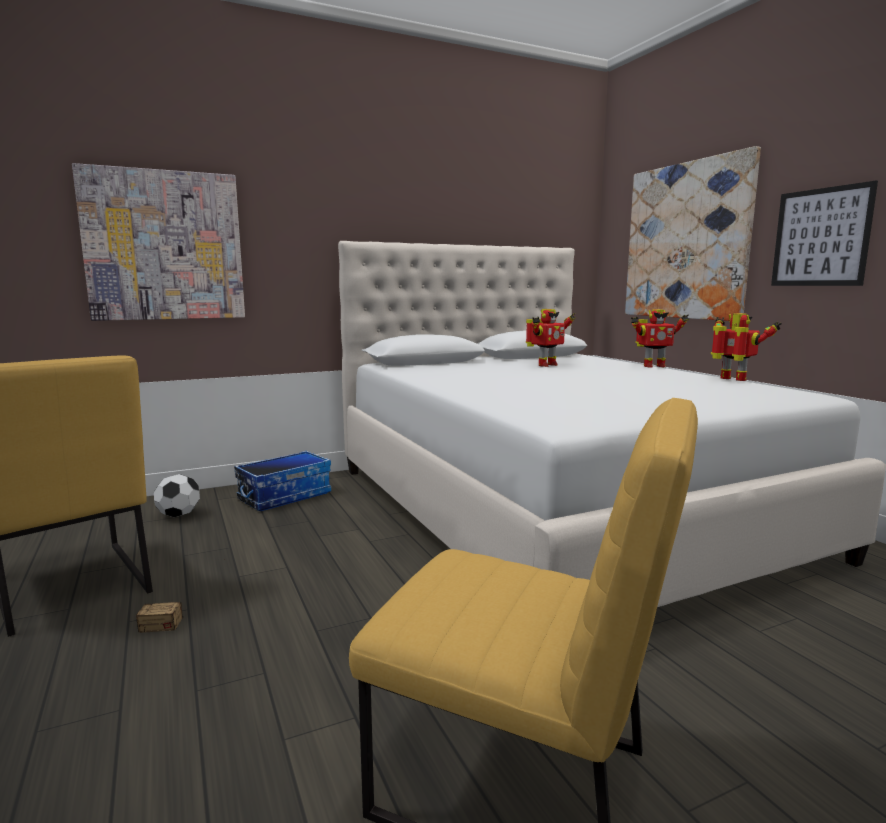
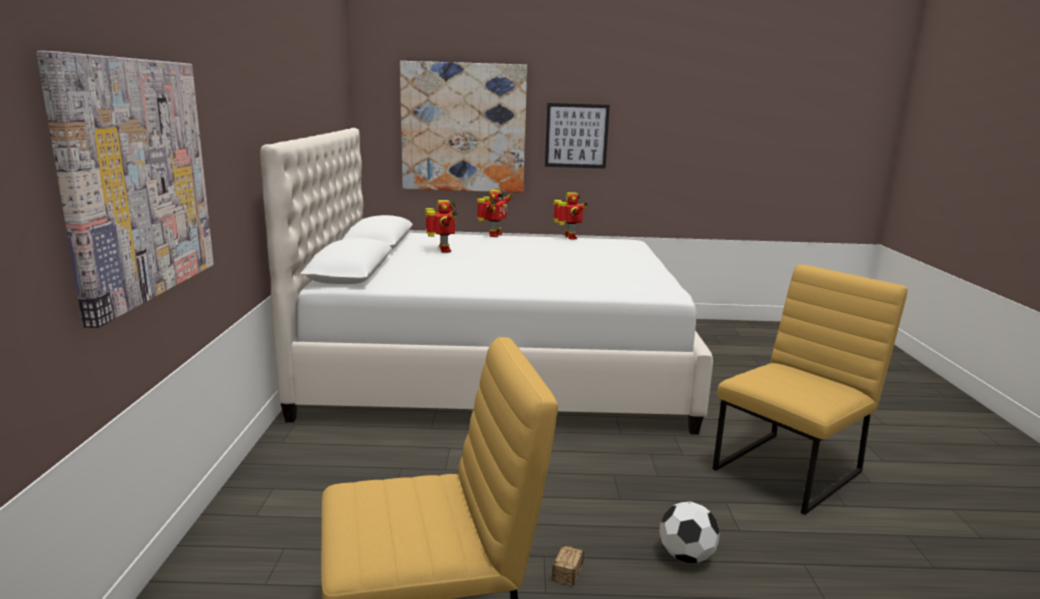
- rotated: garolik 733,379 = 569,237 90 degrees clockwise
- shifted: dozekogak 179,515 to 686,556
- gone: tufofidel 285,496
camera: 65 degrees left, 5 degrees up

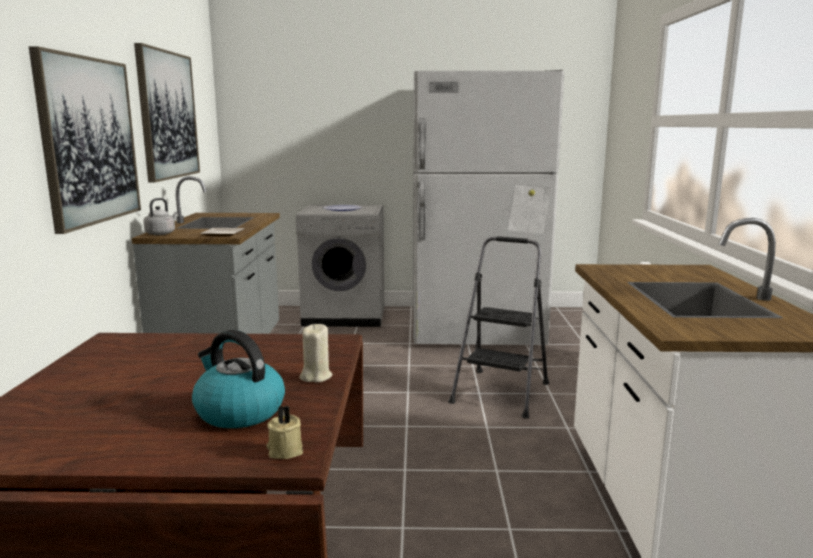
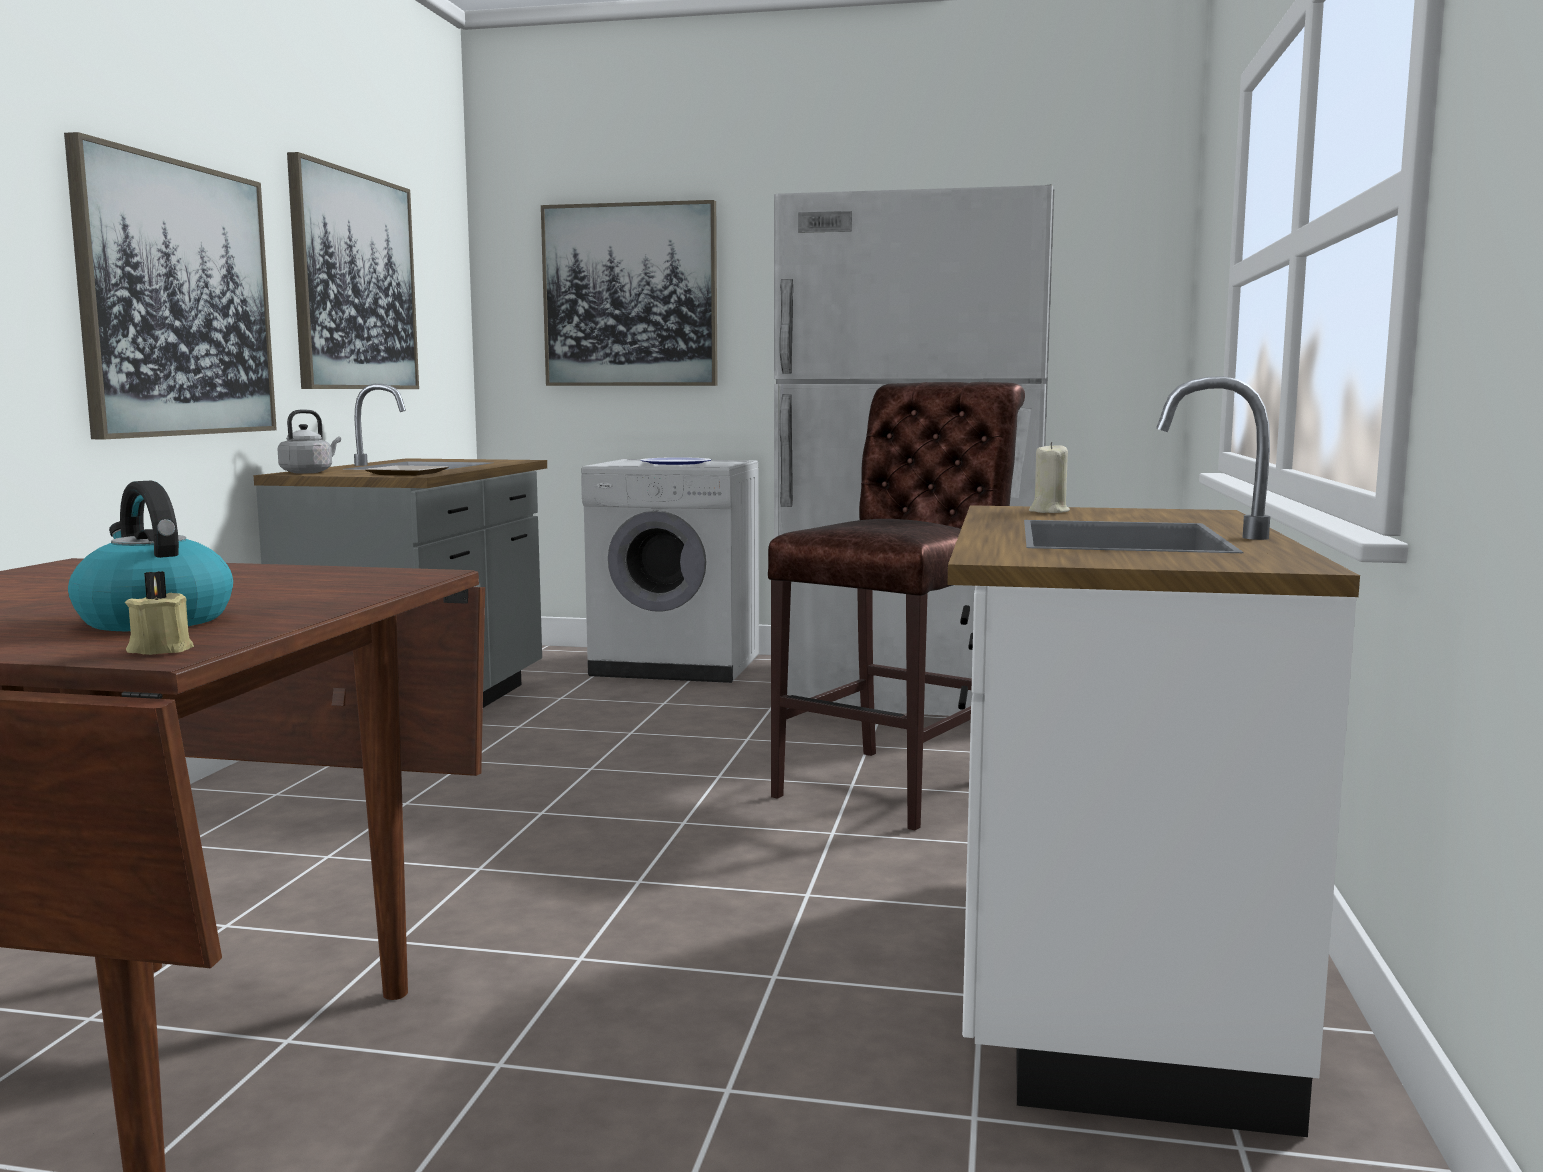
- new: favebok 630,295
- swapped: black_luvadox 501,391 to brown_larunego 898,784
- shifted: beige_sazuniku 316,376 to 1048,511
camera: 10 degrees right, 5 degrees down

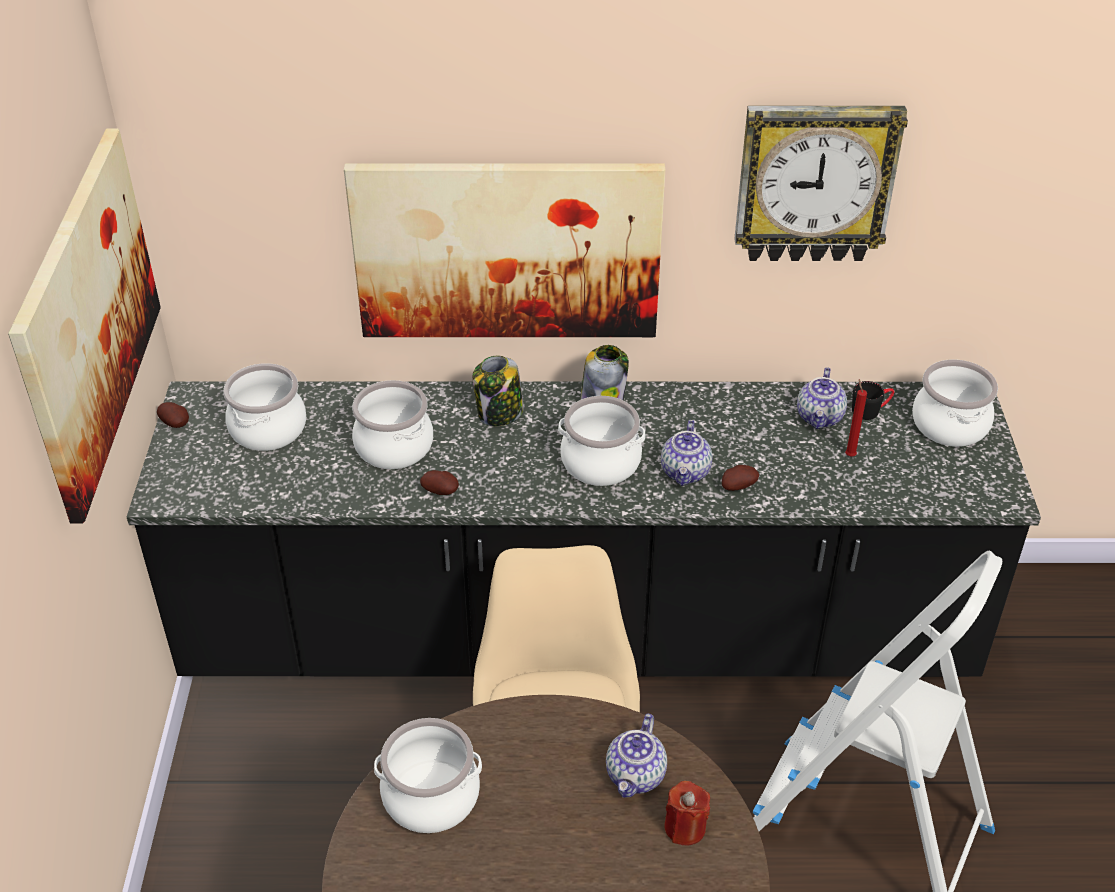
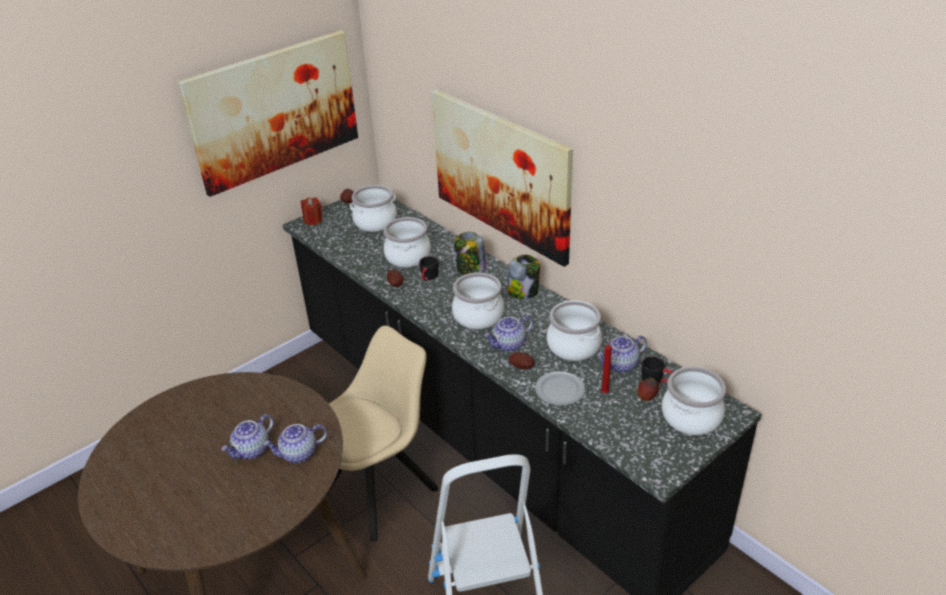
- new: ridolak 252,450
- shifted: red_sazuniku 685,827 to 313,220
- new: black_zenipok 428,278
- new: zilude 559,390
- shifted: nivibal 431,797 to 573,346
- new: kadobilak 647,398
- gone: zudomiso 815,182
camera: 50 degrees right, 5 degrees down

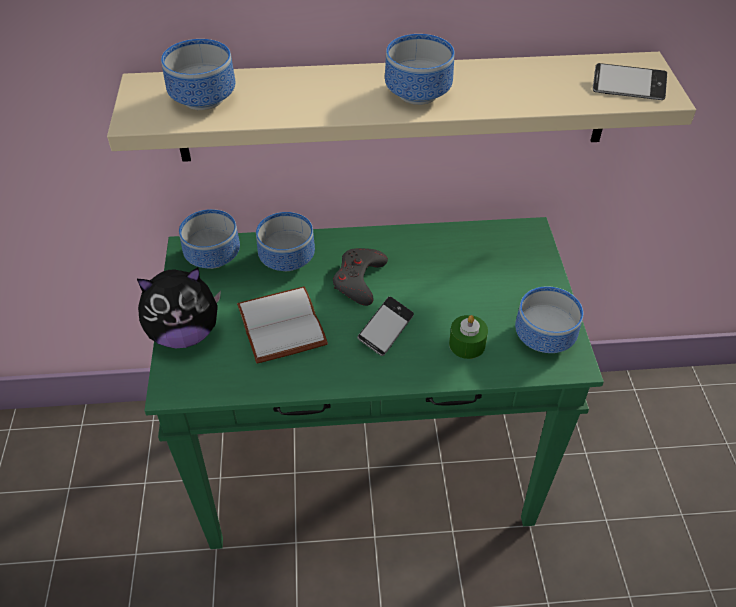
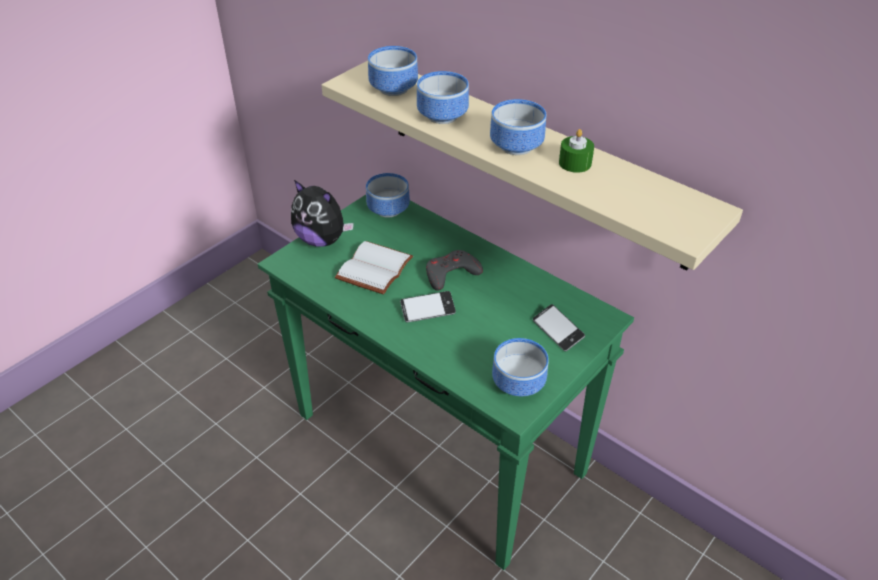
- shifted: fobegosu 289,258 to 445,116
- shifted: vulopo 628,87 to 557,331
- shifted: green_sazuniku 467,344 to 575,163
camera: 45 degrees right, 5 degrees down

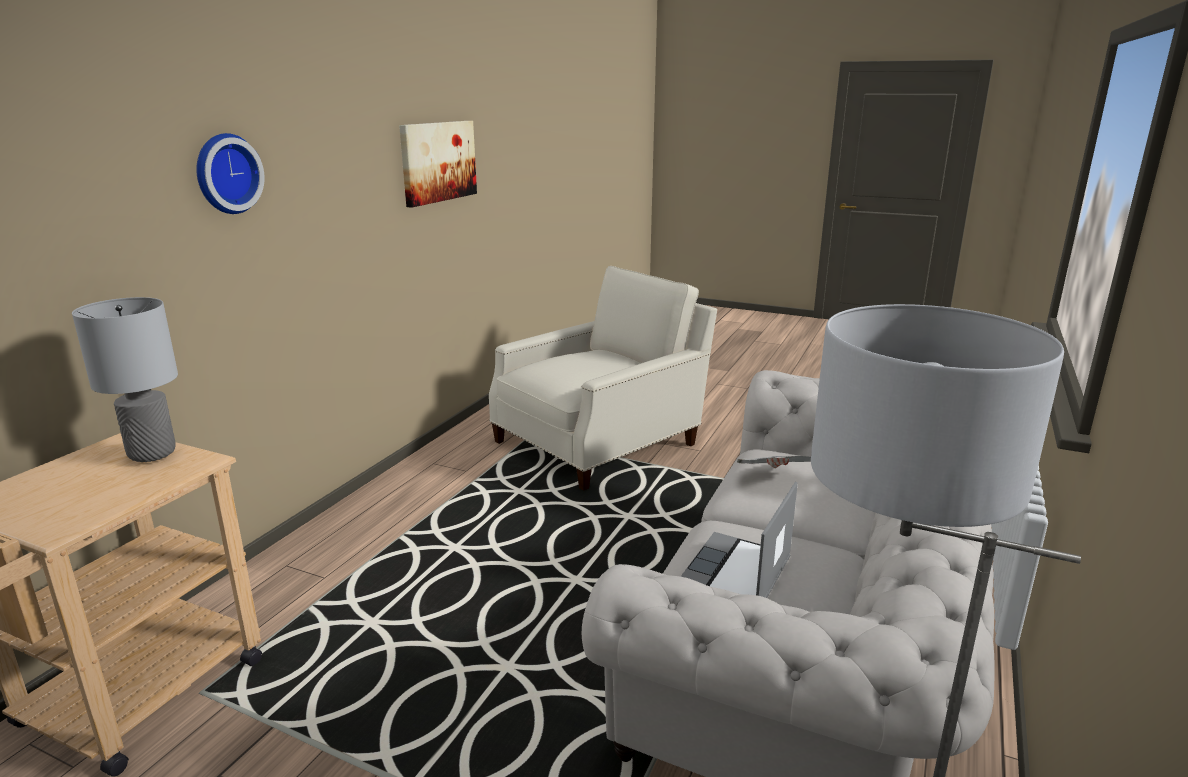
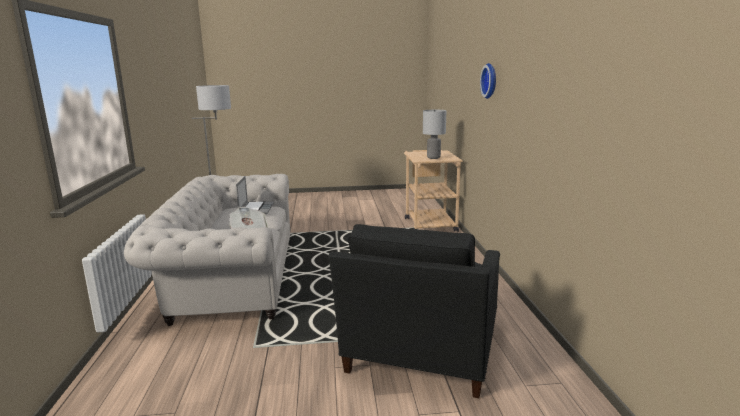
- repainted: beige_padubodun 599,441 to black_padubodun 422,349
- gone: favebok 438,161
camera: 150 degrees right, 5 degrees down

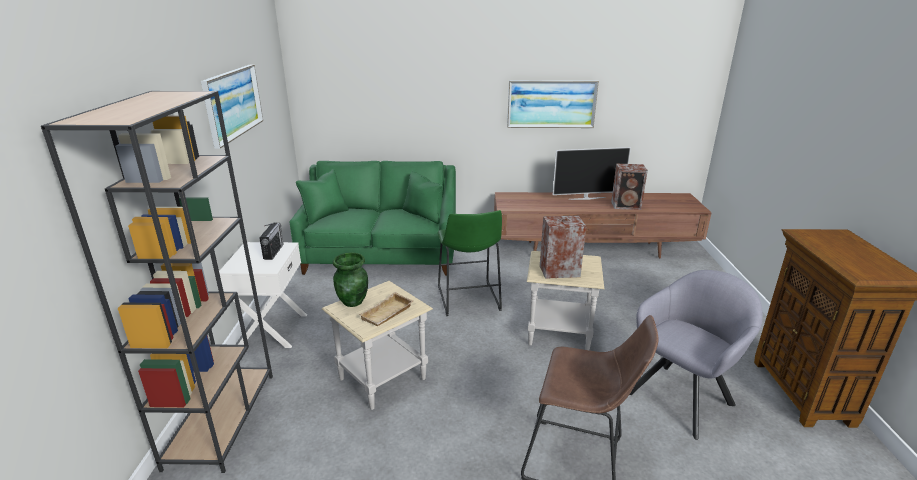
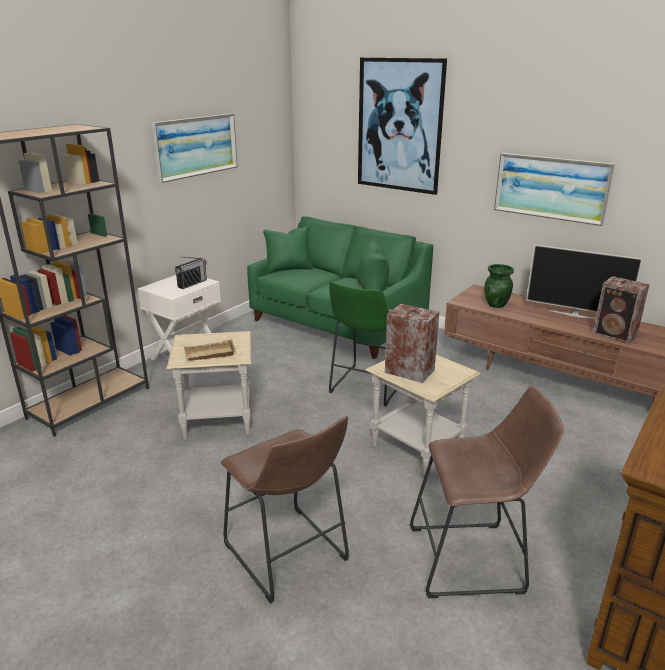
- new: favebok 399,126
- swapped: grey_padubodun 683,396 to brown_larunego 472,560
- shifted: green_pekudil 353,301 to 496,305
camera: 35 degrees right, 0 degrees up

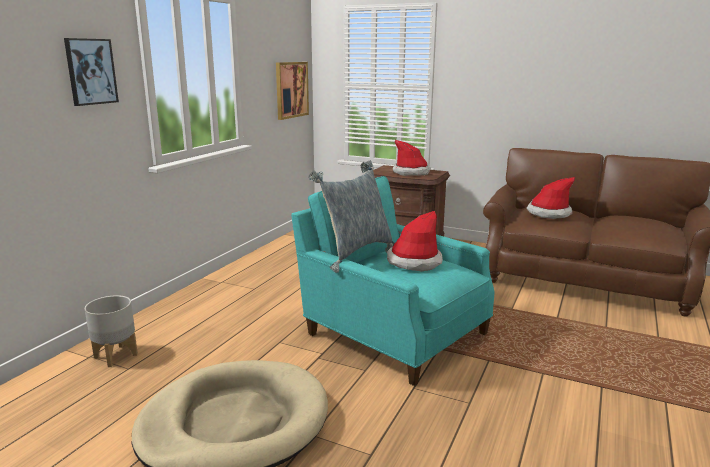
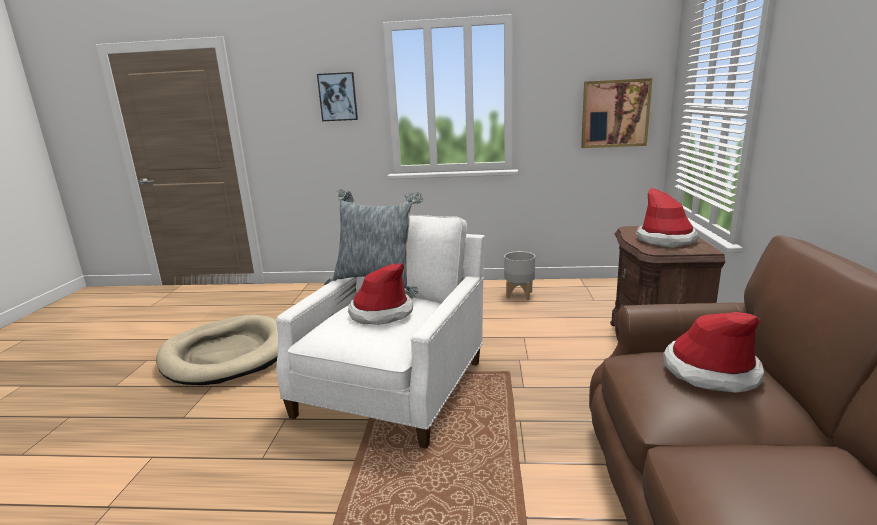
- repainted: turquoise_padubodun 393,331 to white_padubodun 394,384
- shifted: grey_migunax 115,355 to 519,295
camera: 70 degrees right, 0 degrees up

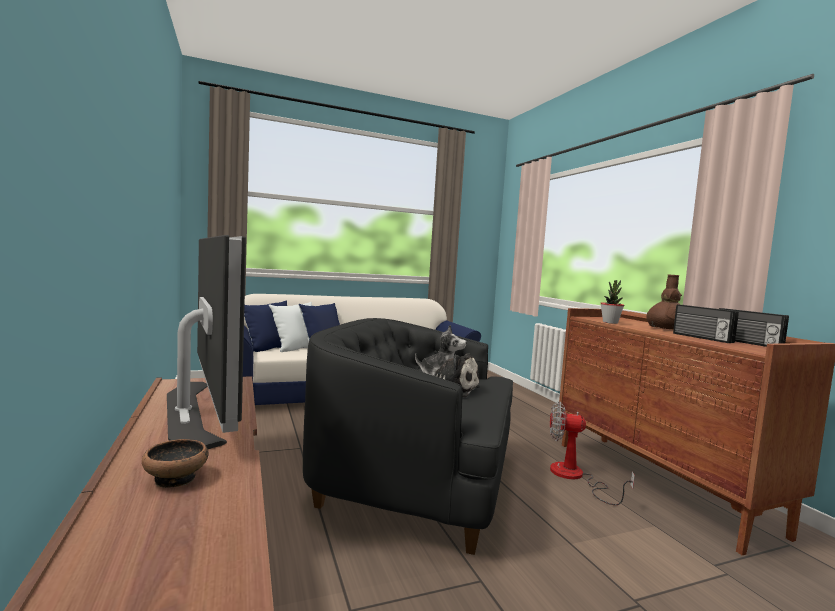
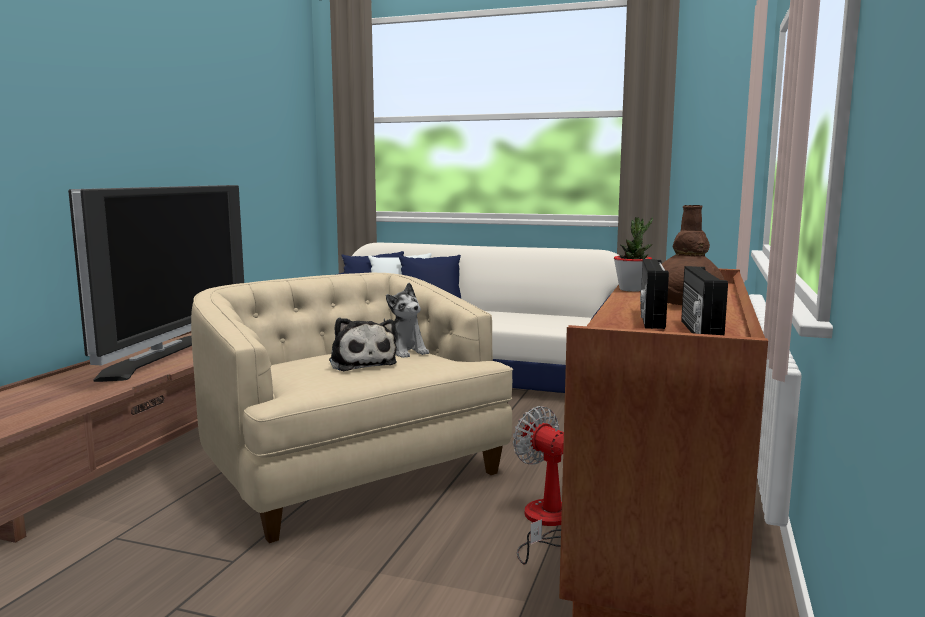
- repainted: black_padubodun 414,480 to beige_padubodun 350,471
- gone: fobegosu 176,478
camera: 40 degrees right, 5 degrees up

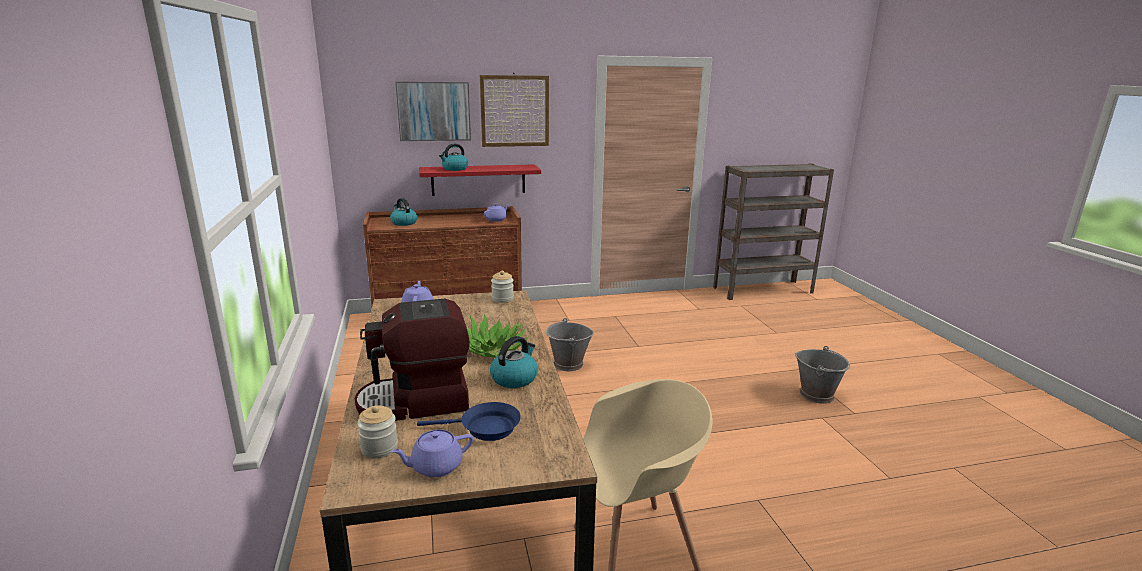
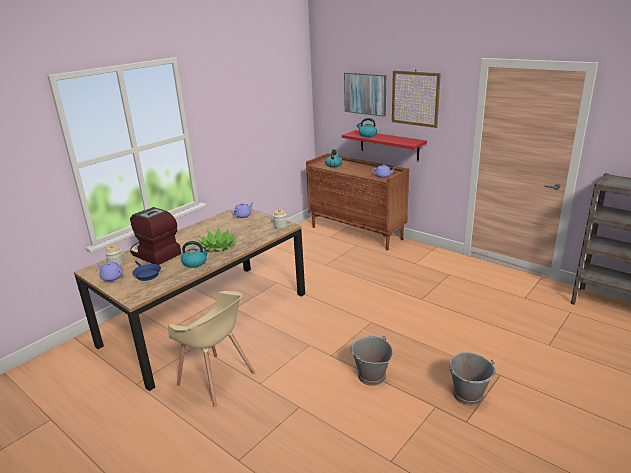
- shifted: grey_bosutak 568,364 to 371,376
camera: 55 degrees right, 5 degrees up

